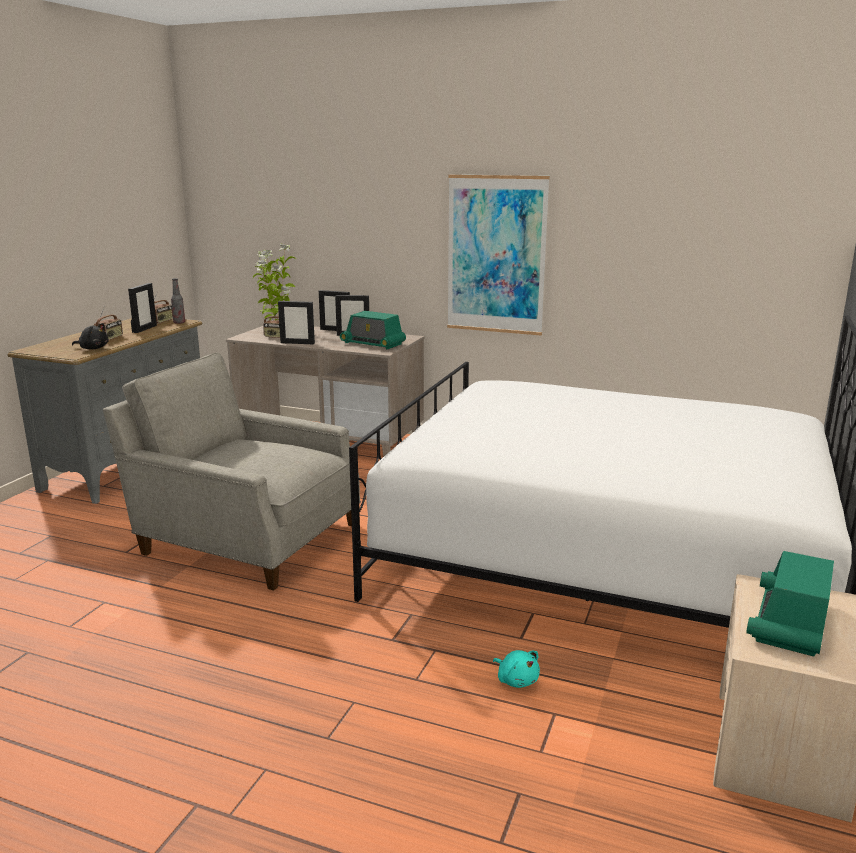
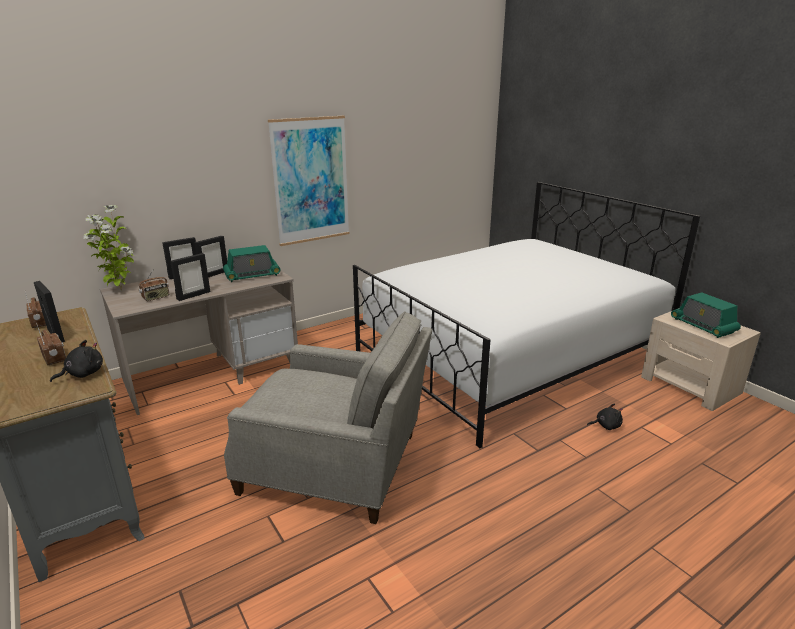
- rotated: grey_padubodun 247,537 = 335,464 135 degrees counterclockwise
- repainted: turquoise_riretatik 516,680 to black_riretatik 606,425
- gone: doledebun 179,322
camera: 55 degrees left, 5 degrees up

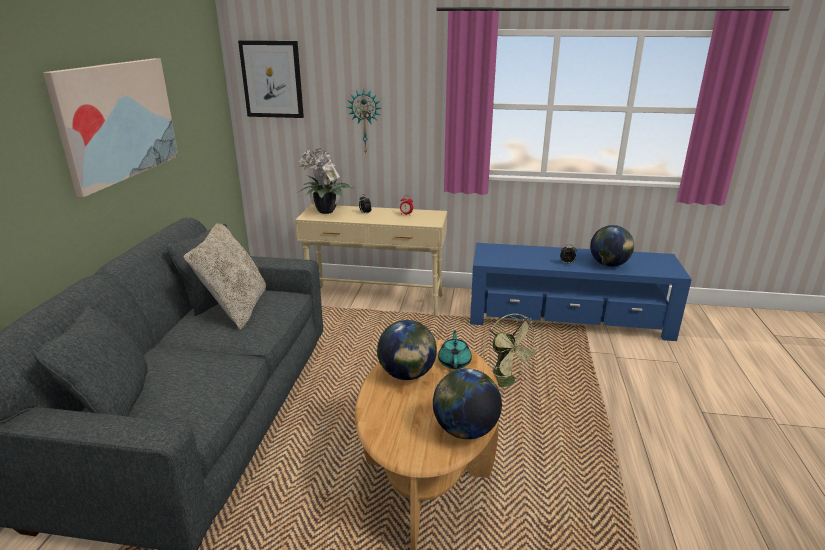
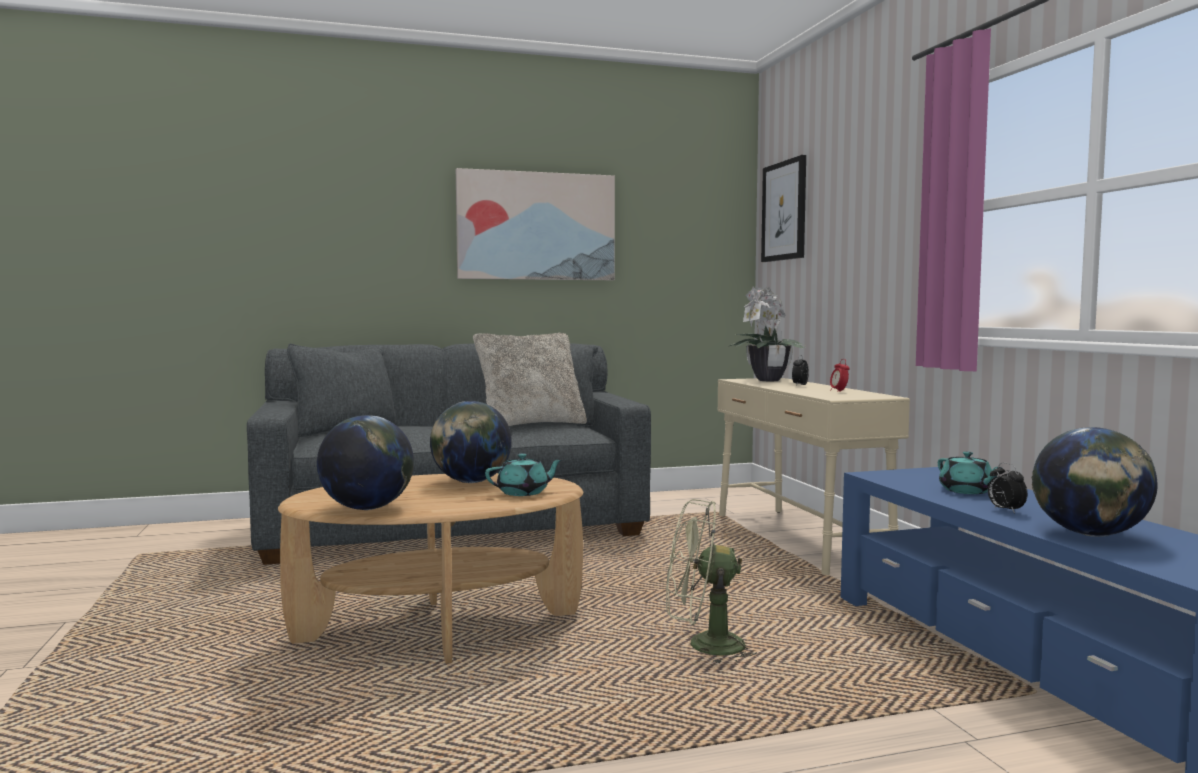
- rotated: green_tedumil 506,382 = 704,647 60 degrees clockwise
- new: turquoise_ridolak 967,491
- gone: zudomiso 365,121
camera: 65 degrees right, 20 degrees down

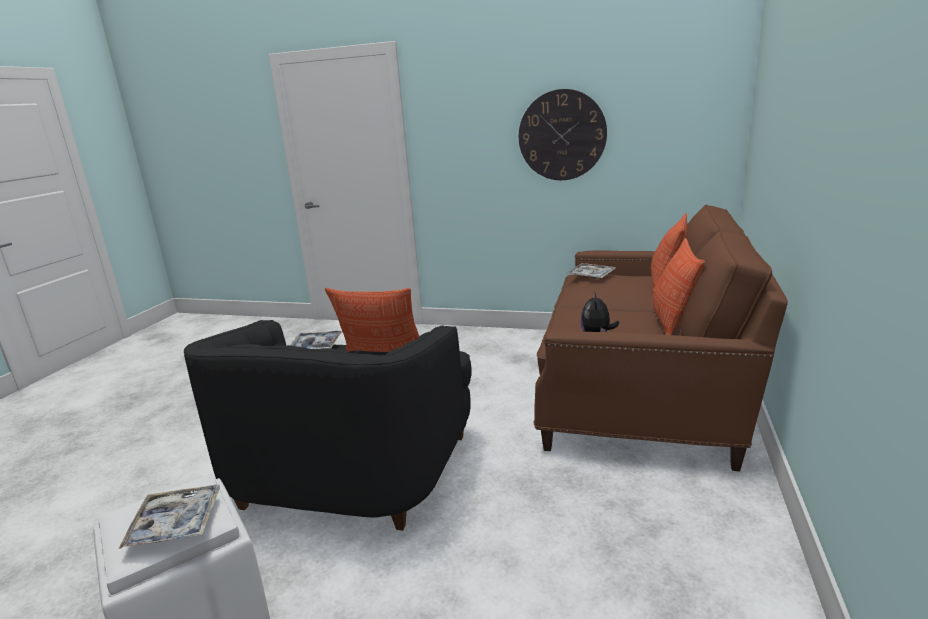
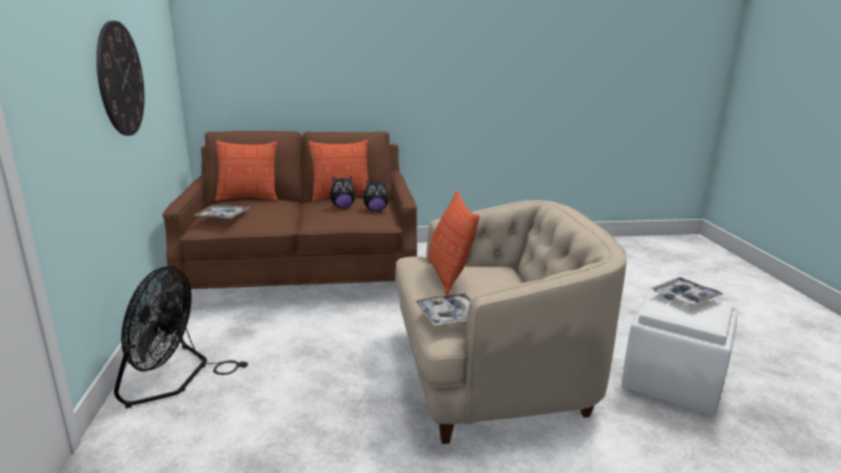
- new: black_tedumil 181,374
- new: riretatik 343,206
- repainted: black_padubodun 353,469 to beige_padubodun 490,374
camera: 115 degrees left, 0 degrees up

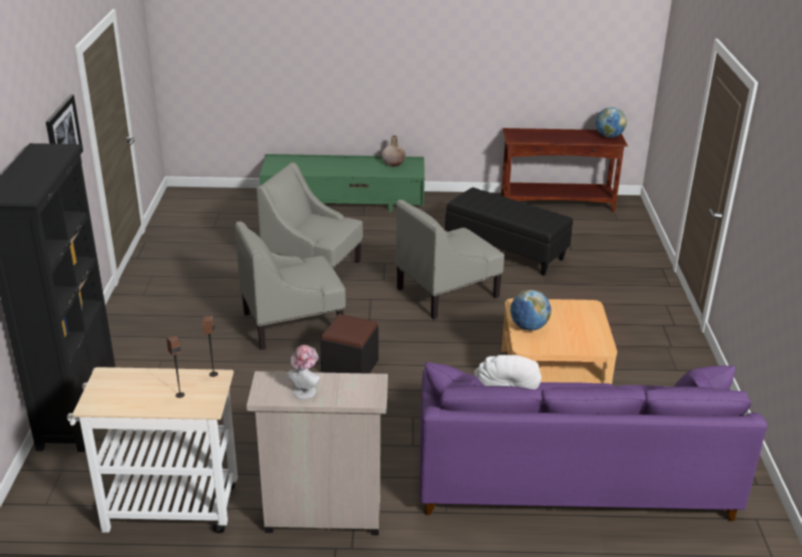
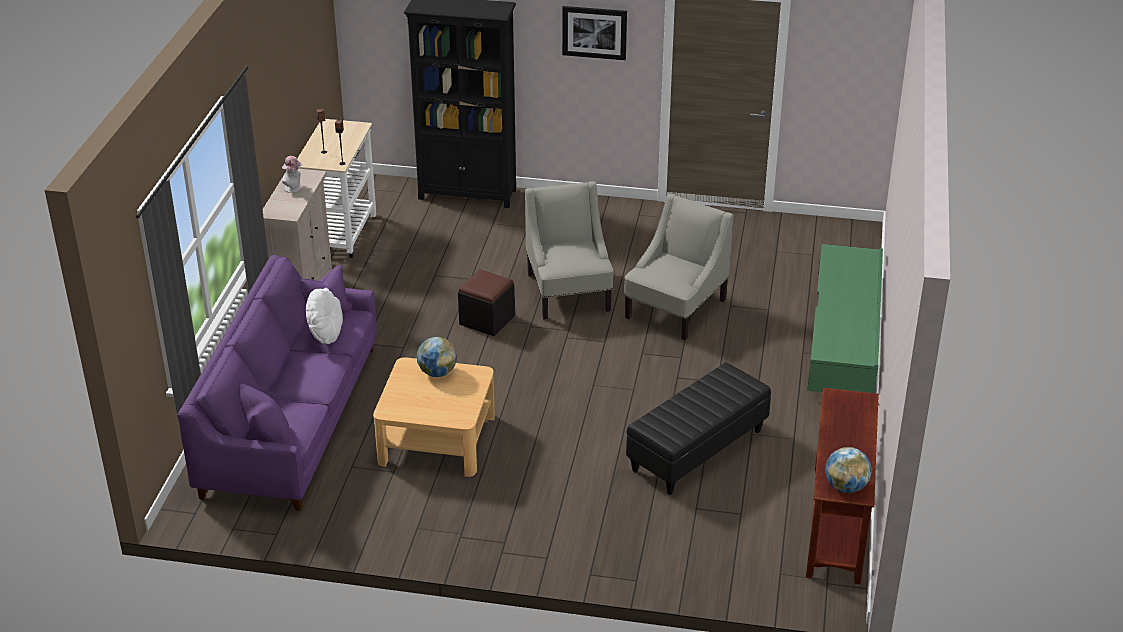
- gone: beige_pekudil 393,163
- gone: grey_padubodun 448,293
camera: 100 degrees right, 5 degrees up

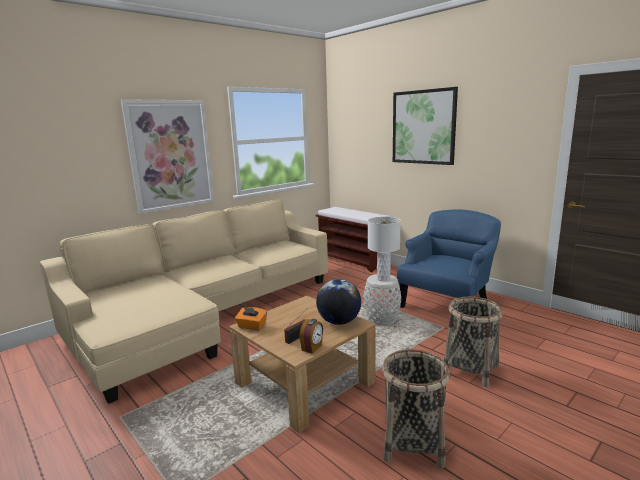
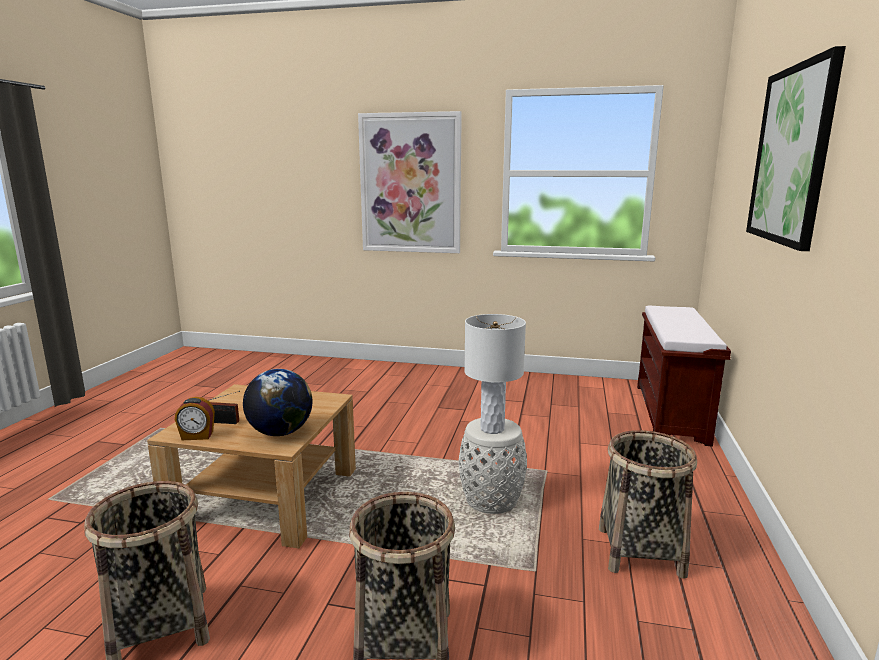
- swapped: blue_padubodun 447,304 to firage 640,551
- gone: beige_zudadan 204,316
- gone: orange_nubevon 251,326
camera: 55 degrees right, 0 degrees up

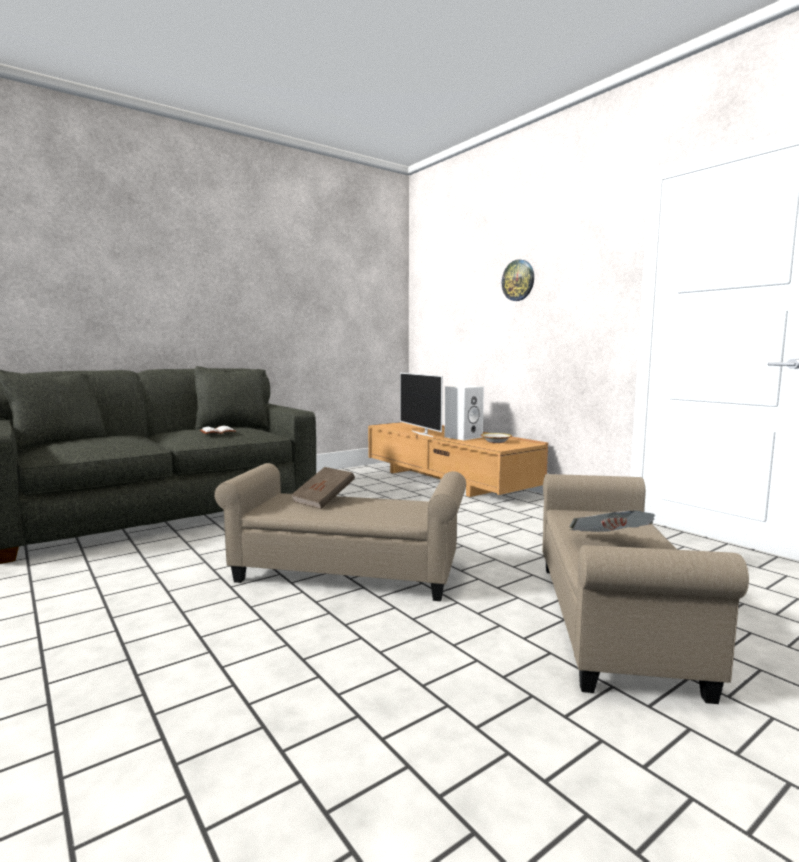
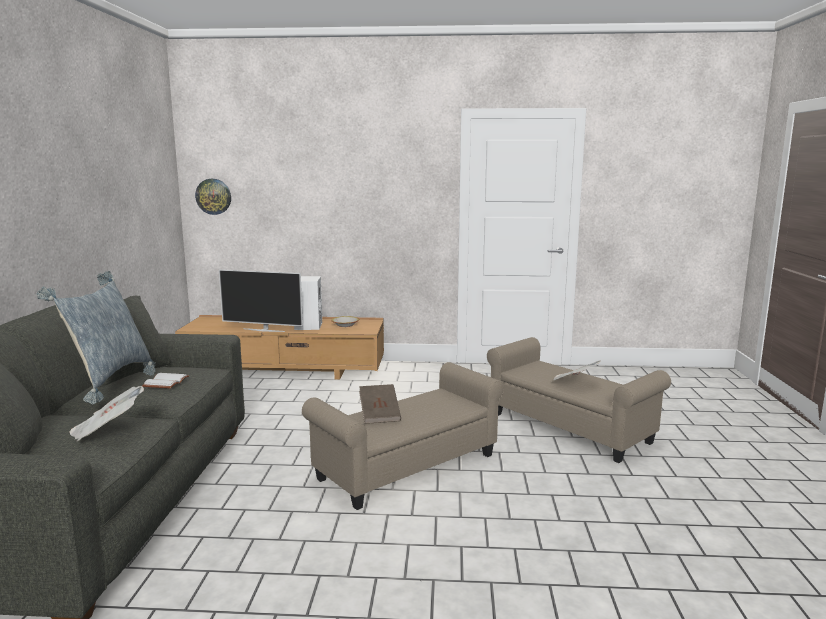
- new: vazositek 107,389
- new: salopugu 107,431
- shifted: zudomiso 518,280 to 213,196
camera: 50 degrees left, 5 degrees up

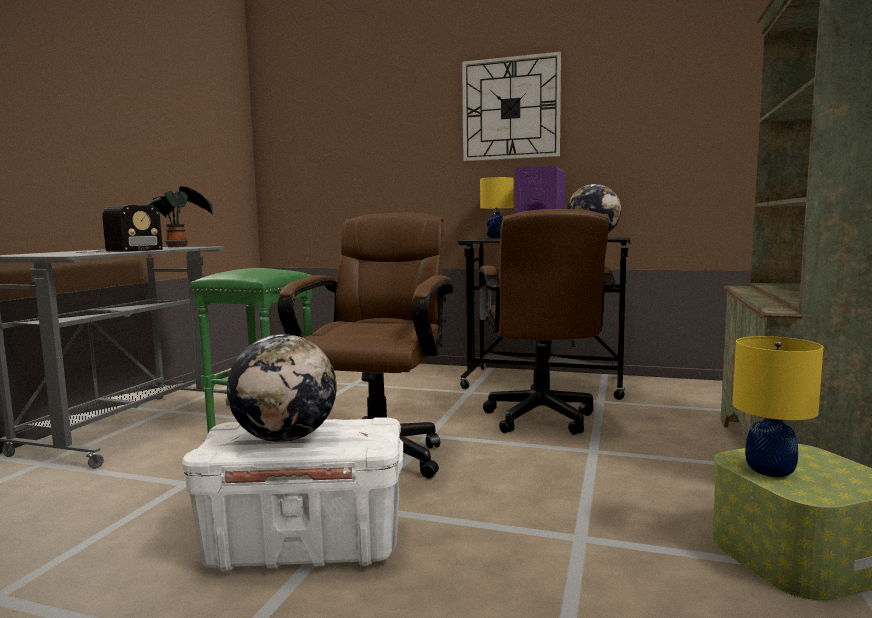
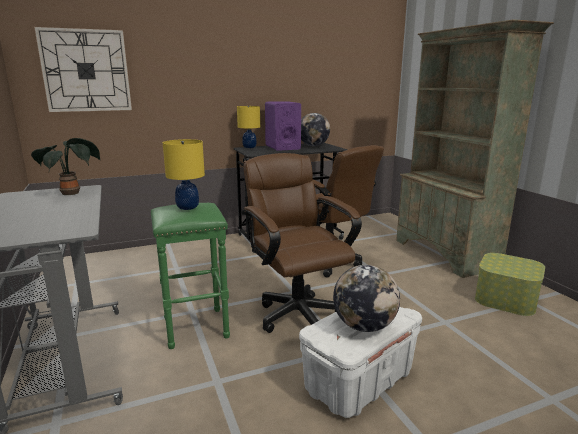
- shifted: zudomiso 510,108 to 86,71
- shifted: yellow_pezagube 771,473 to 188,208
- gone: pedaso 117,251
camera: 40 degrees left, 10 degrees up

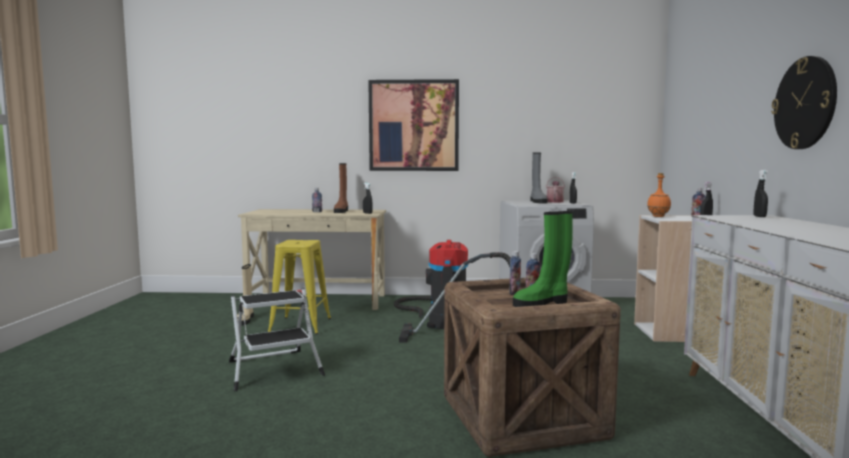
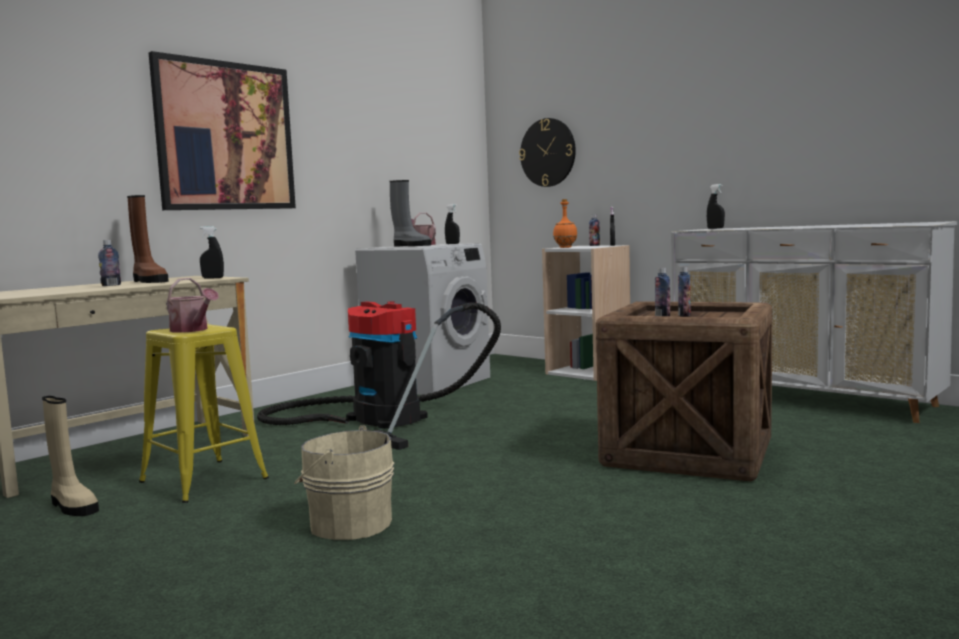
- new: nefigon 192,330
- swapped: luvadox 273,369 to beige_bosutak 347,523
- shifted: zudomiso 805,103 to 548,152
- gone: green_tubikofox 542,303
camera: 50 degrees left, 0 degrees up

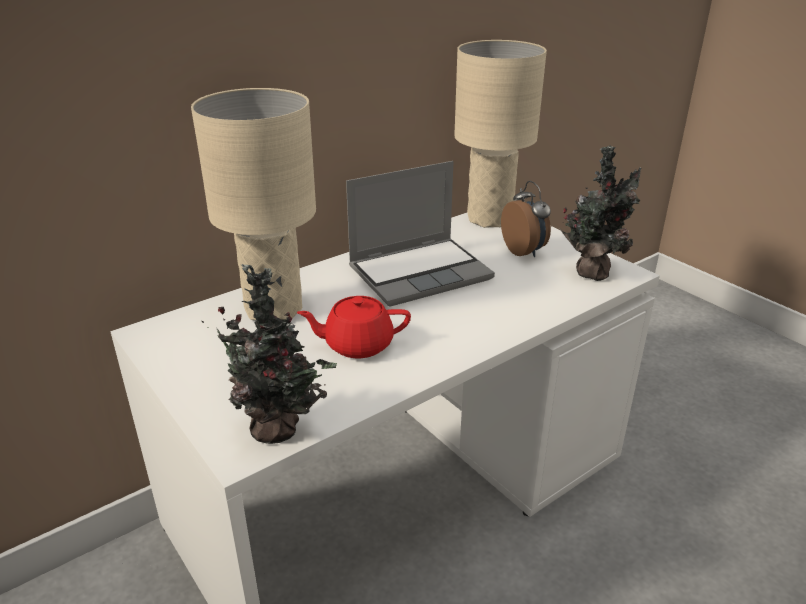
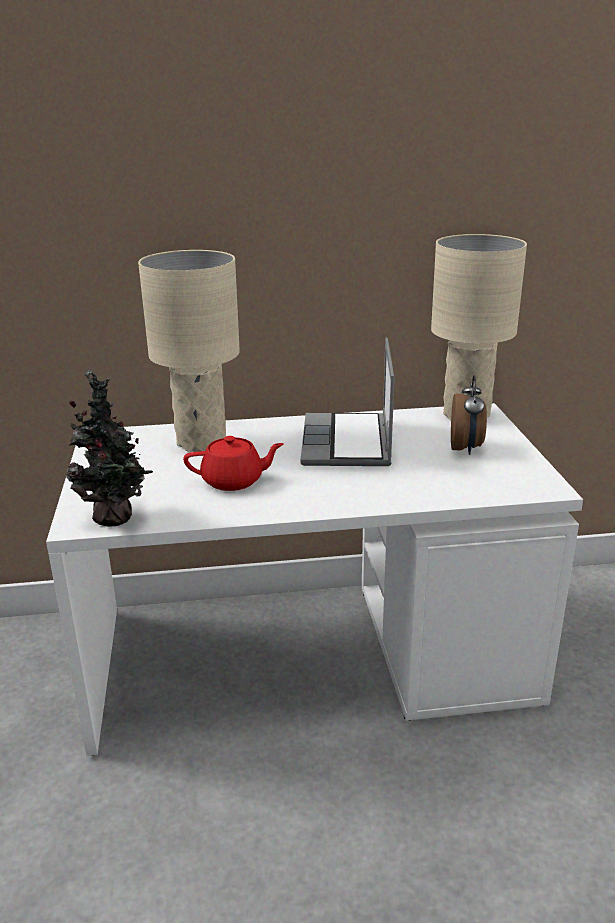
- rotated: red_ridolak 357,344 = 234,481 150 degrees clockwise
- rotated: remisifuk 420,272 = 348,443 90 degrees clockwise
- gone: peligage 593,272
camera: 30 degrees right, 5 degrees down

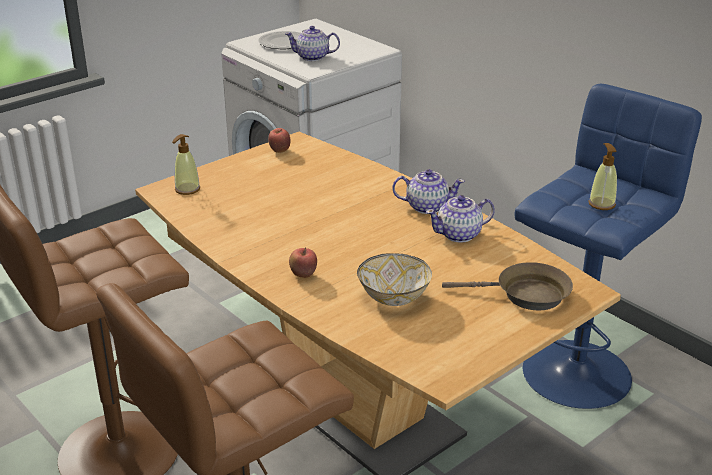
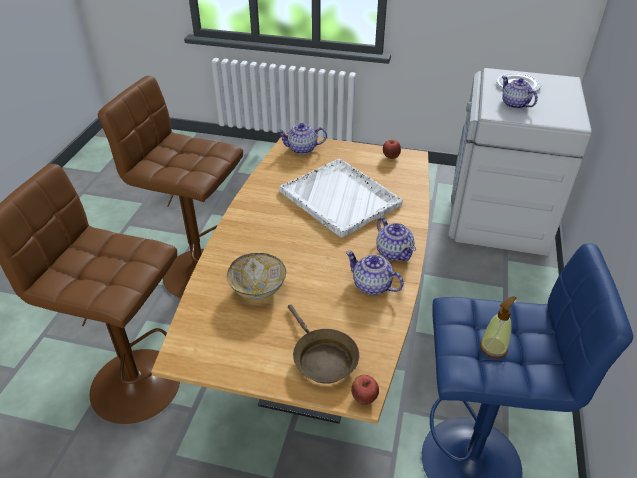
- swapped: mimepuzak 187,189 to ridolak 302,149
- new: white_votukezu 340,199
- shifted: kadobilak 303,275 to 364,398
camera: 55 degrees right, 10 degrees up

